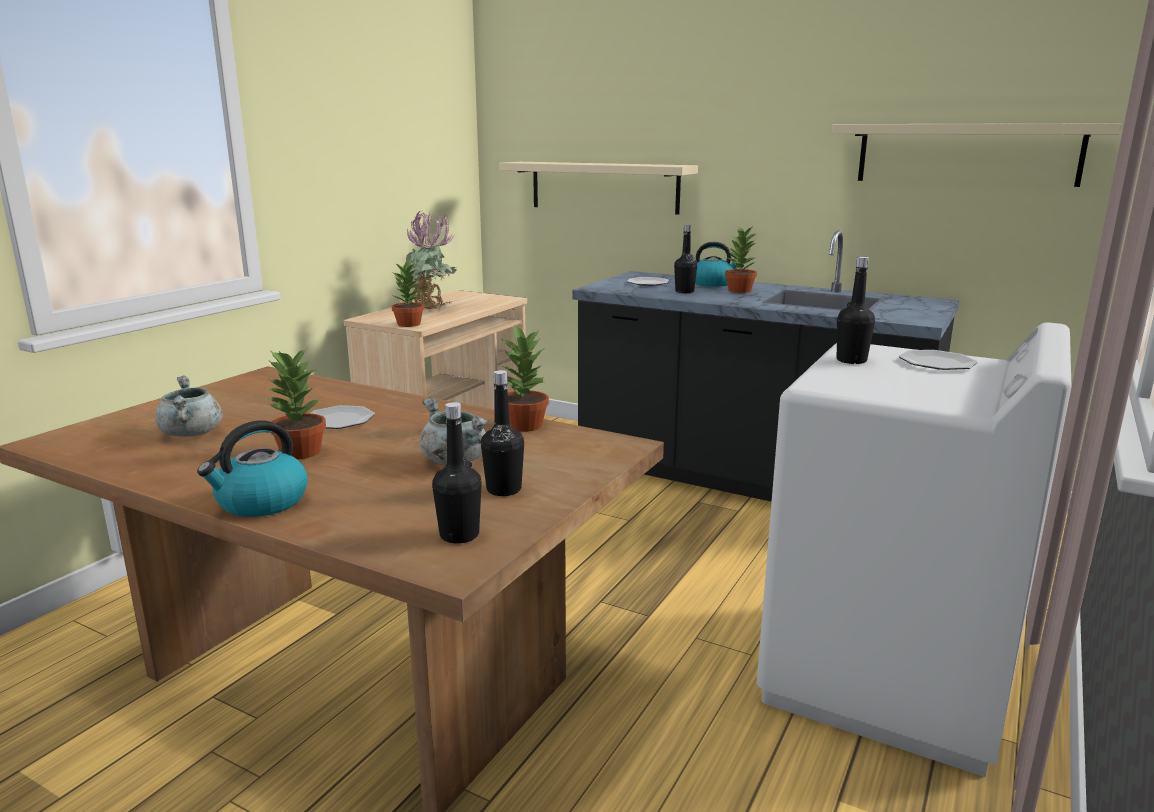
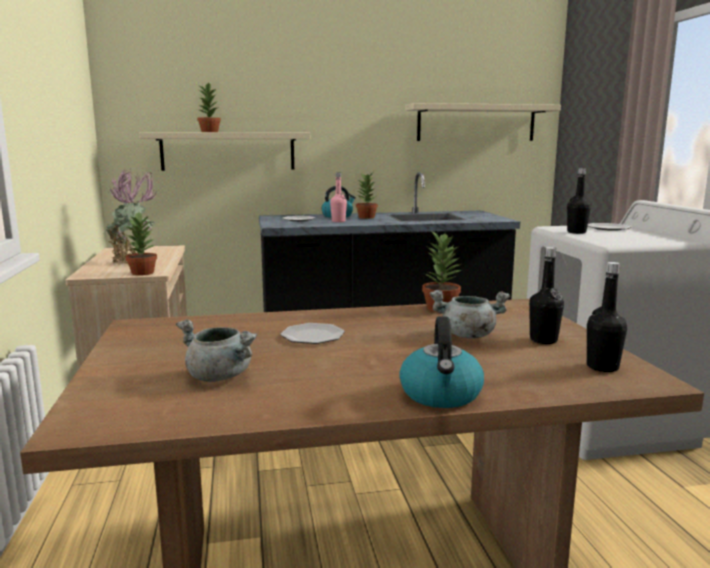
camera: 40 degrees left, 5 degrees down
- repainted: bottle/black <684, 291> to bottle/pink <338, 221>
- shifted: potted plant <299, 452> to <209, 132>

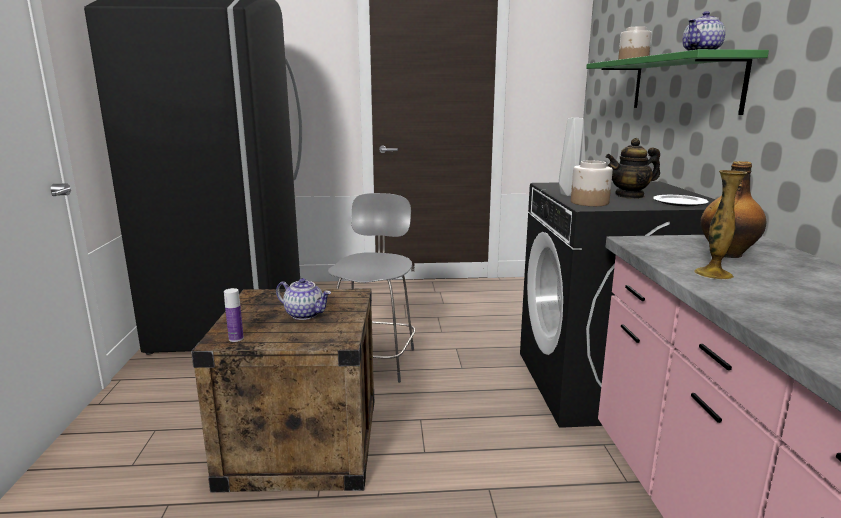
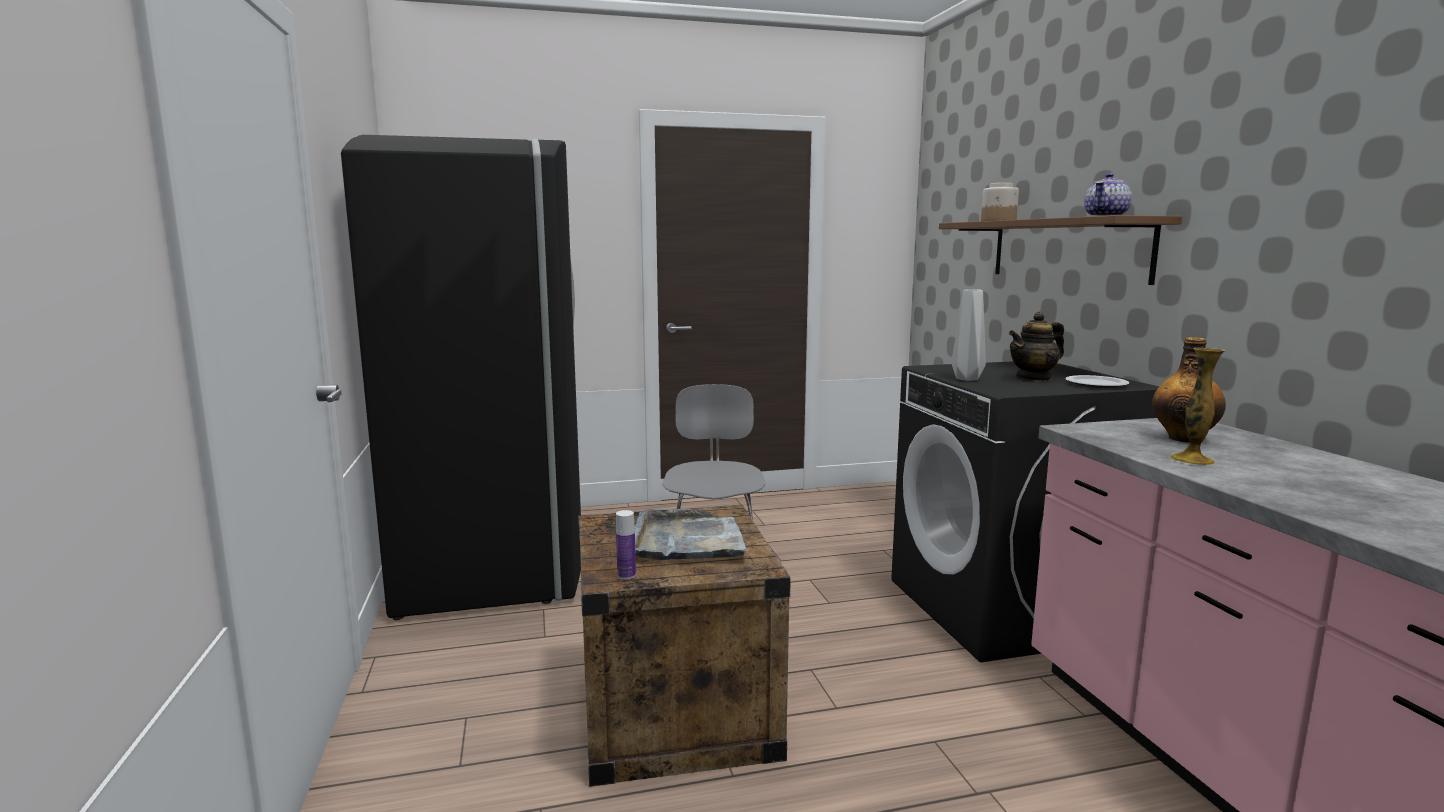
camera: 10 degrees left, 5 degrees down
- repainted: shelf/green <683, 84> to shelf/brown <1066, 249>
- gone: jar <590, 202>
- swapped: teapot <305, 314> to tray/grey <688, 540>

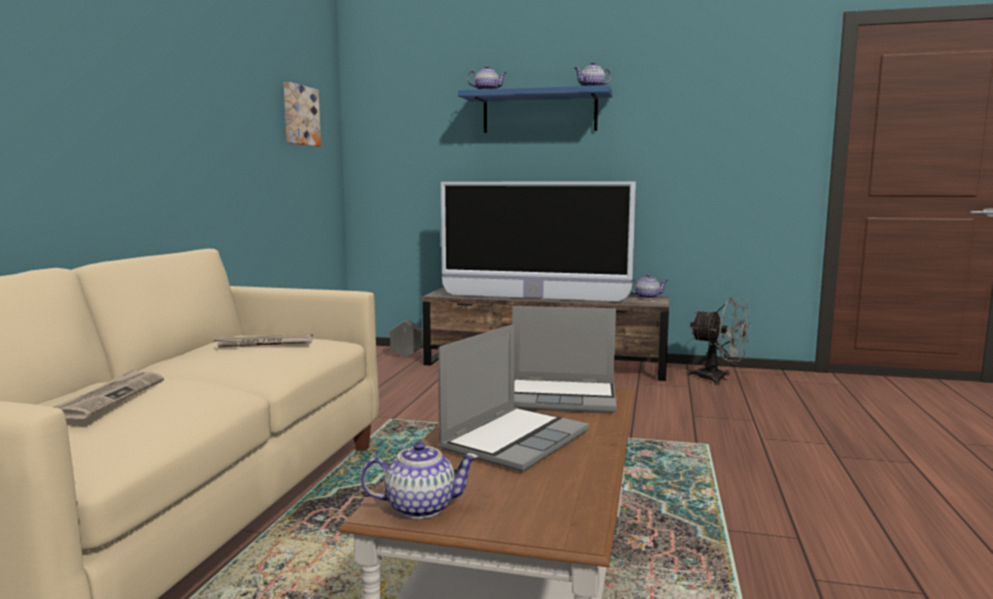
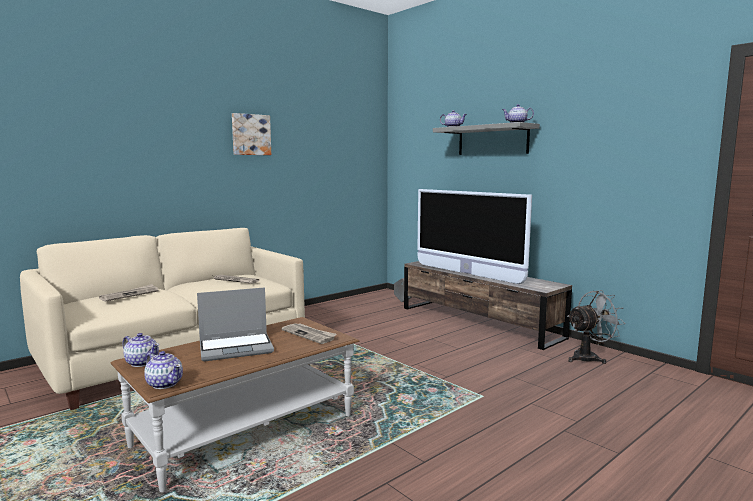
camera: 35 degrees right, 0 degrees up
- shifted: picture <299, 115> to <250, 134>
- repainted: shelf/blue <539, 112> to shelf/grey <492, 140>
- shifted: teapot <647, 297> to <164, 384>
- rotated: fan/grey <719, 379> = <589, 357> 90 degrees counterclockwise
- swapped: laptop <562, 398> to newspaper <309, 334>

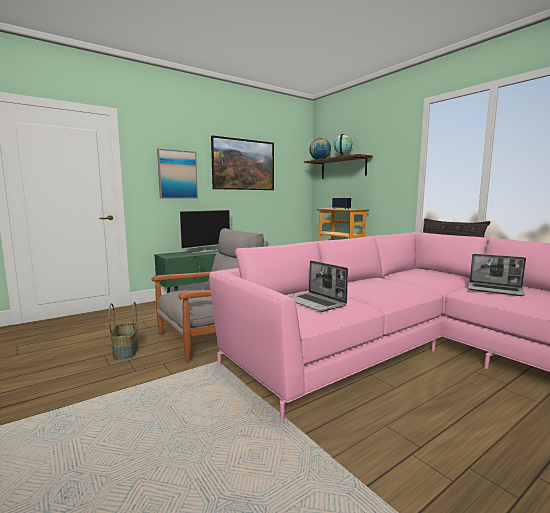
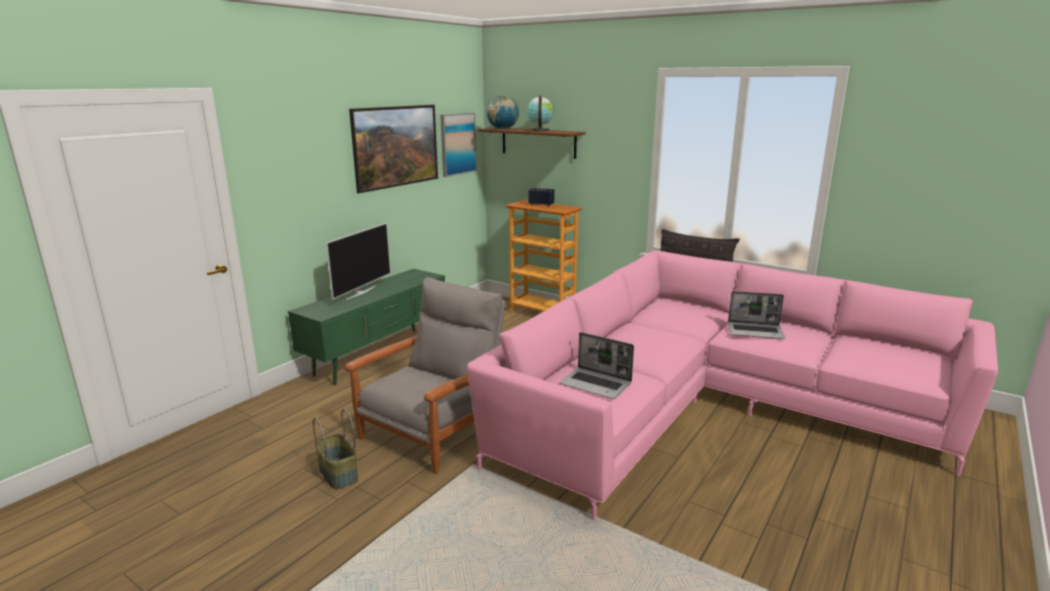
camera: 20 degrees left, 10 degrees up
- shifted: picture <177, 174> to <457, 144>

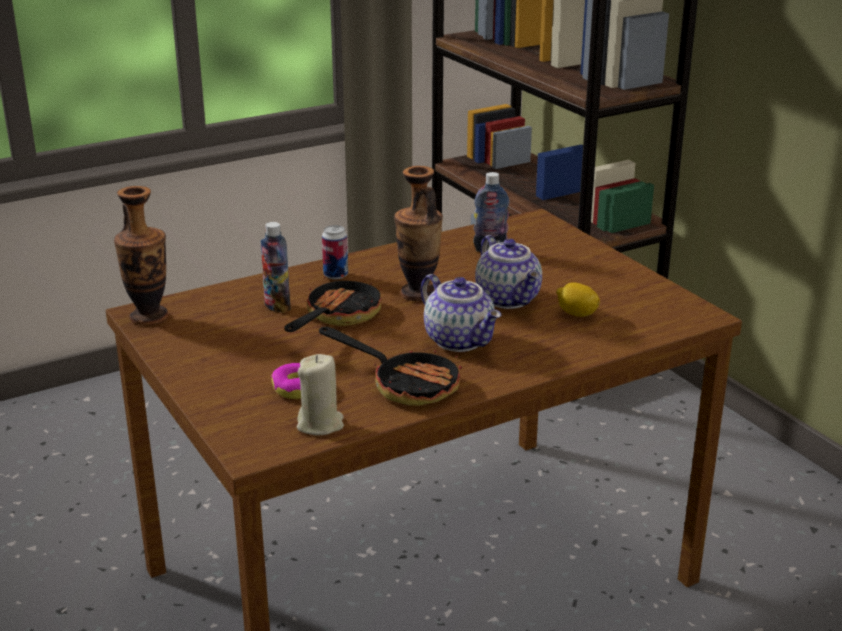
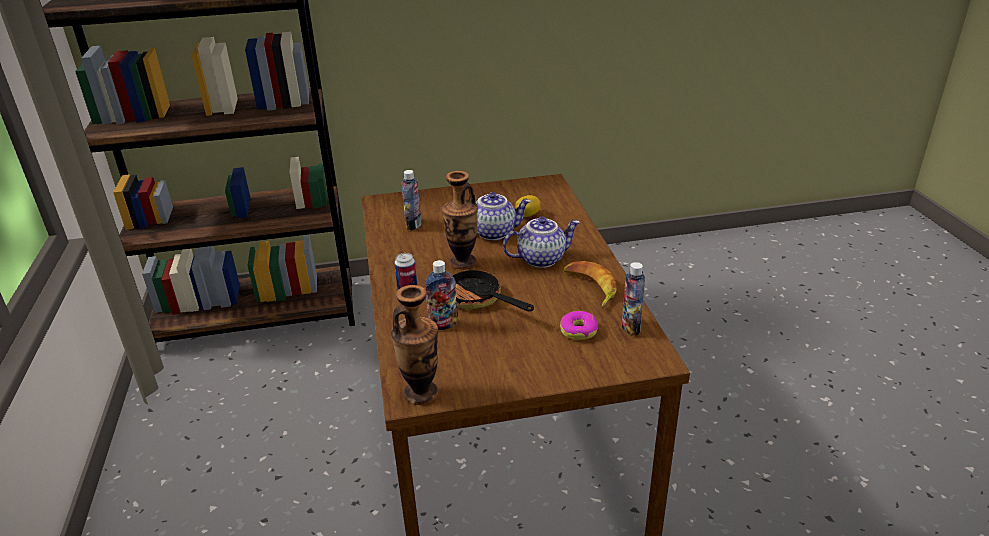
camera: 70 degrees left, 5 degrees up
- swapped: frying pan <405, 384> to banana <590, 288>
- swapped: candle/beige <320, 424> to bottle <631, 327>

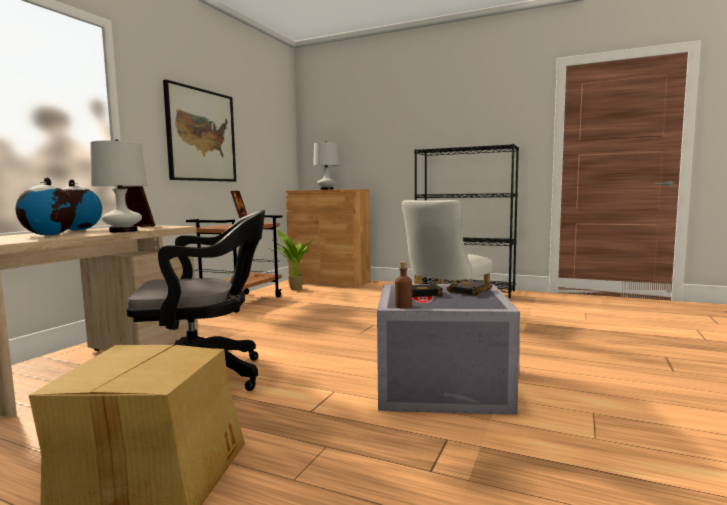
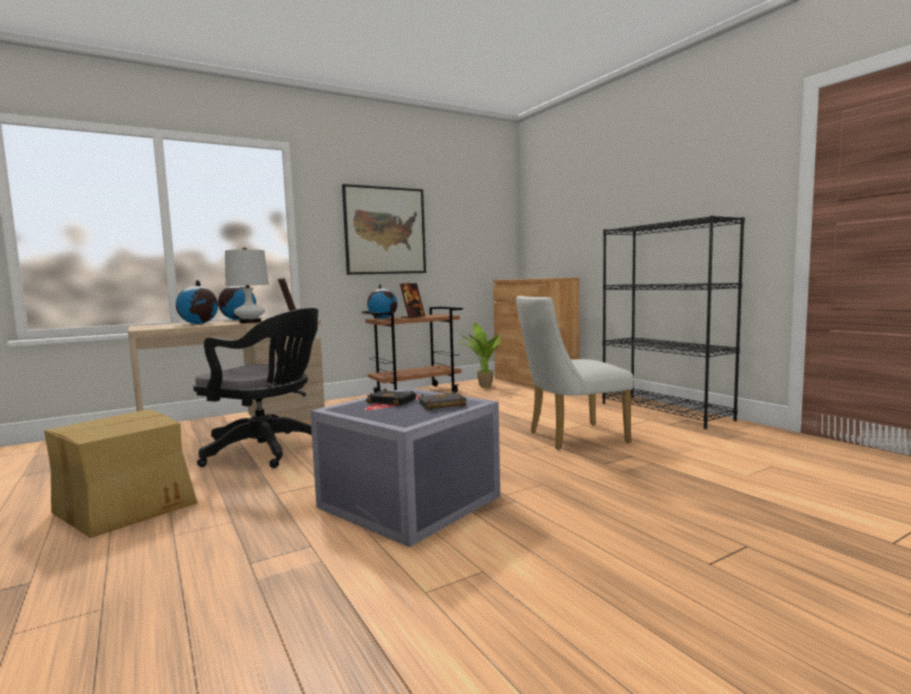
camera: 35 degrees right, 0 degrees up
- gone: table lamp/white <326, 189>
- gone: bottle/brown <403, 306>
- new: globe <383, 318>

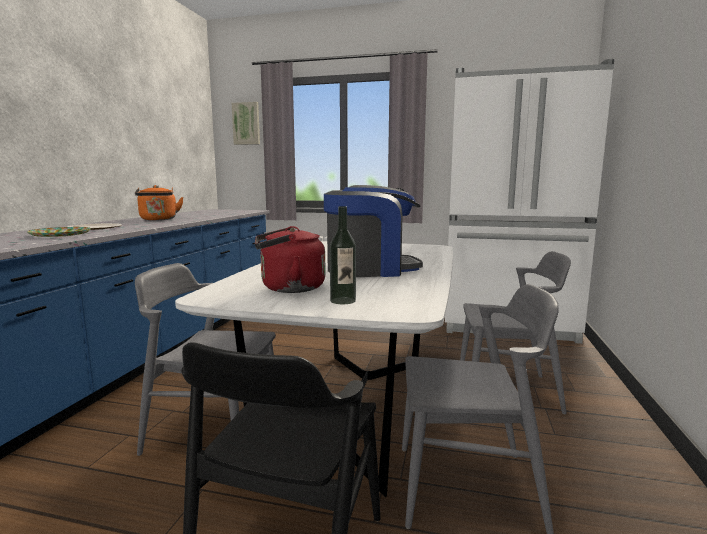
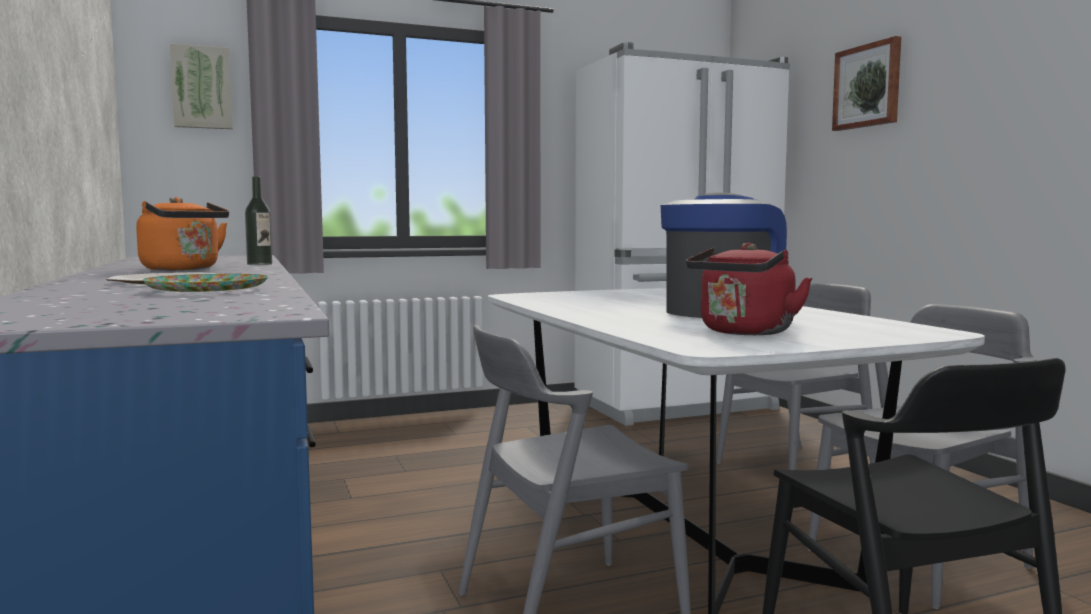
camera: 35 degrees left, 5 degrees down
- shifted: bottle <343, 301> to <259, 264>
- new: picture <867, 86>

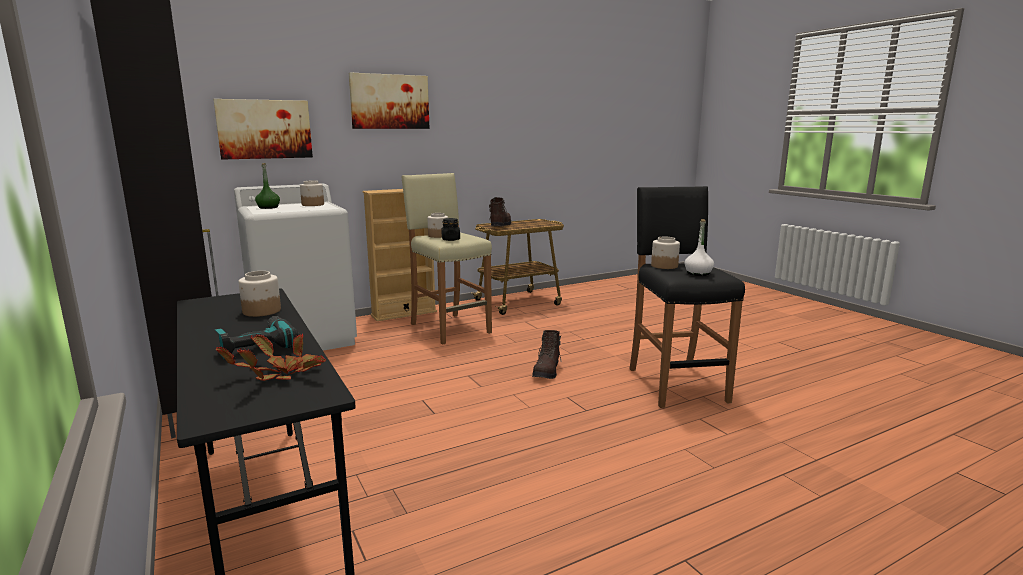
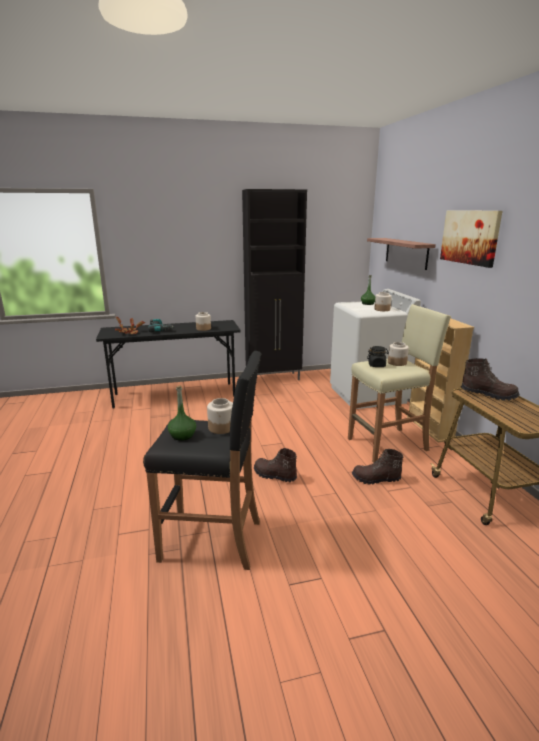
camera: 105 degrees right, 5 degrees up
- swapped: picture <264, 129> to shelf <406, 253>
- repainted: bottle/white <698, 273> to bottle/green <182, 435>
- new: boot/brown <376, 479>

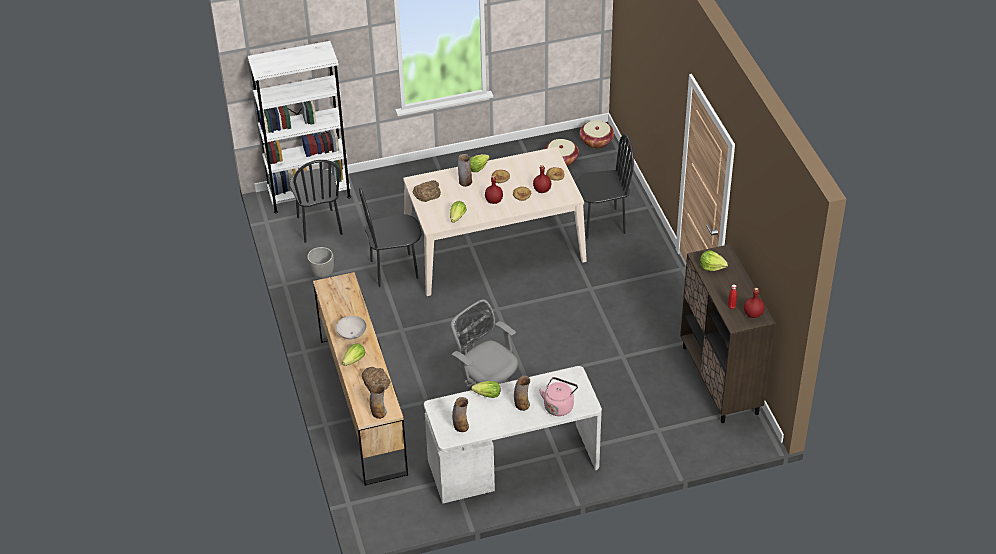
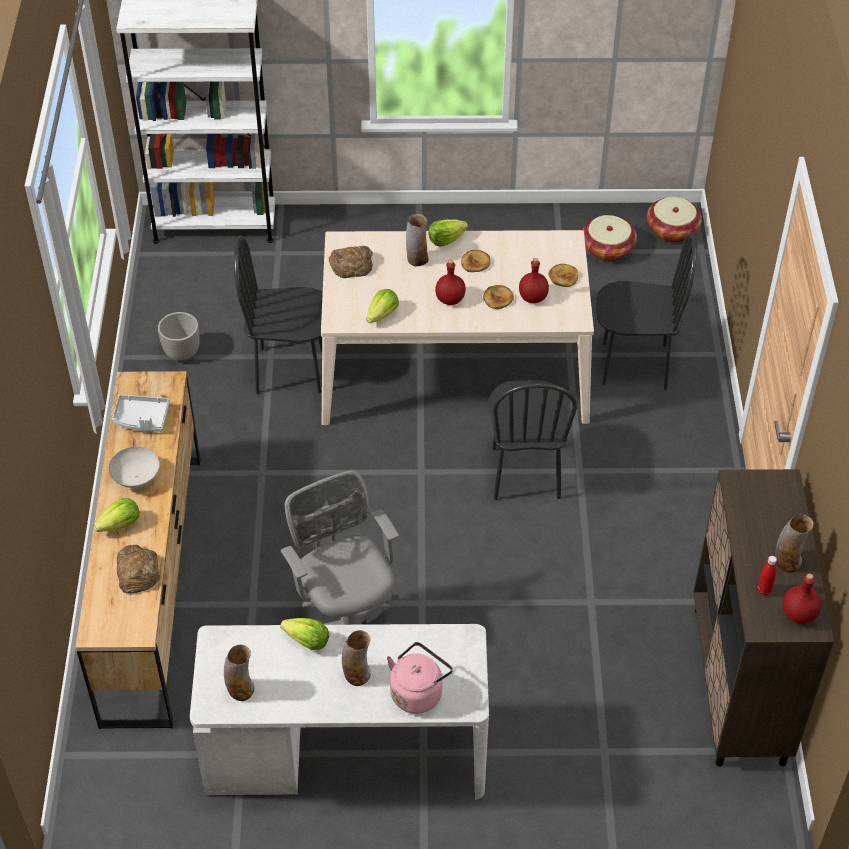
camera: 15 degrees right, 5 degrees up
- shifted: chair/black <319, 226> to <525, 473>
- gone: lettuce <712, 266>
- shifted: vase <379, 413> to <787, 561>
- new: tray/grey <141, 419>

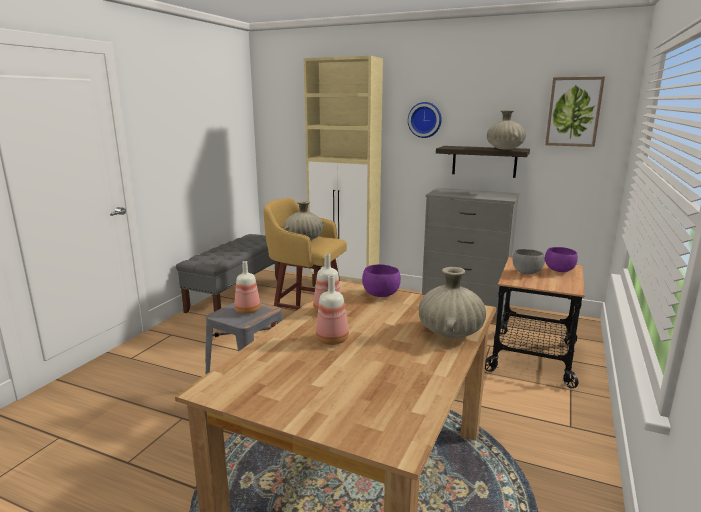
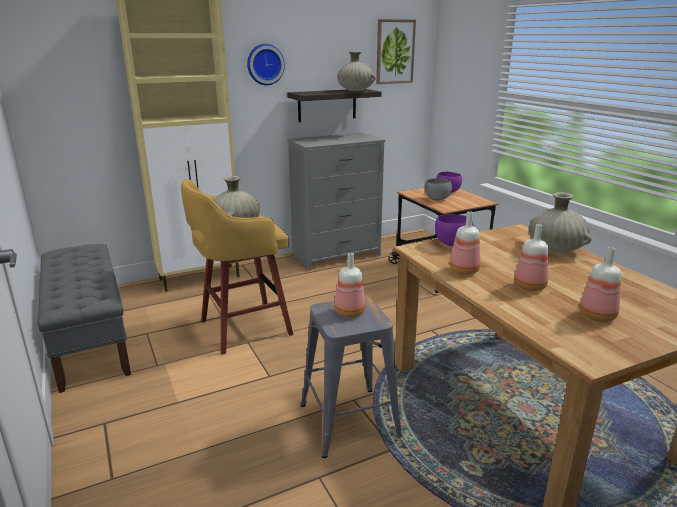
camera: 50 degrees left, 5 degrees up
- new: bottle <598, 316>

